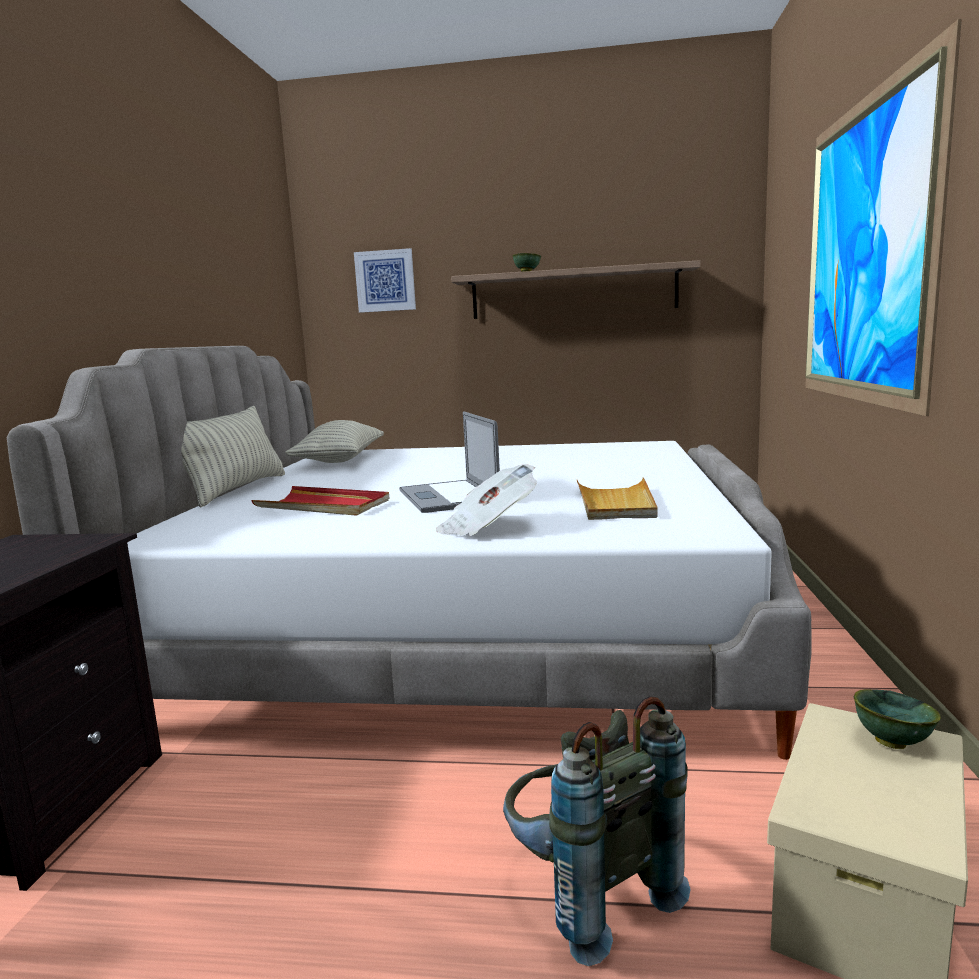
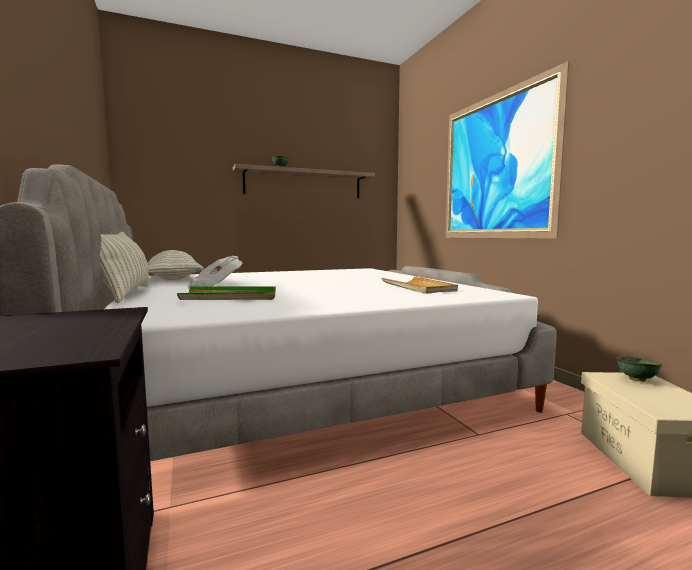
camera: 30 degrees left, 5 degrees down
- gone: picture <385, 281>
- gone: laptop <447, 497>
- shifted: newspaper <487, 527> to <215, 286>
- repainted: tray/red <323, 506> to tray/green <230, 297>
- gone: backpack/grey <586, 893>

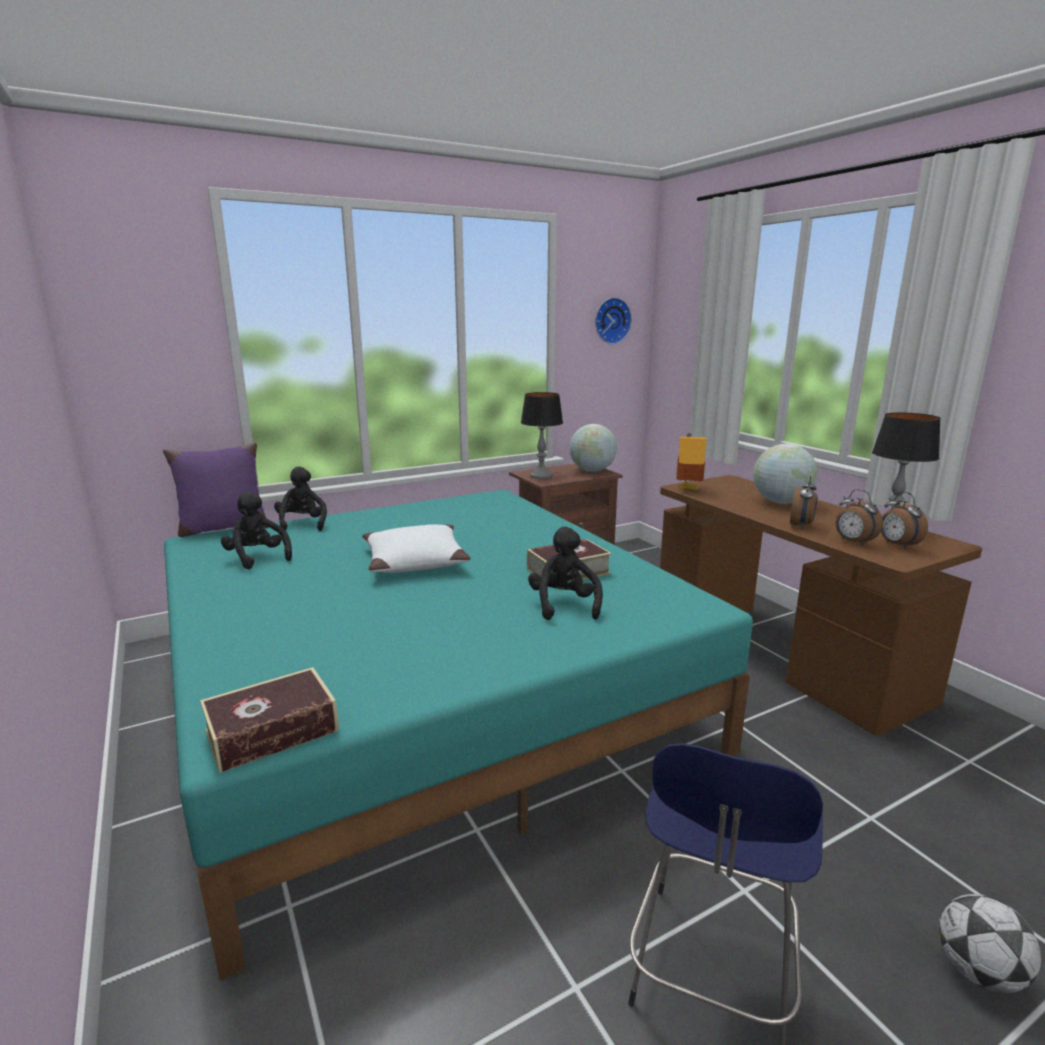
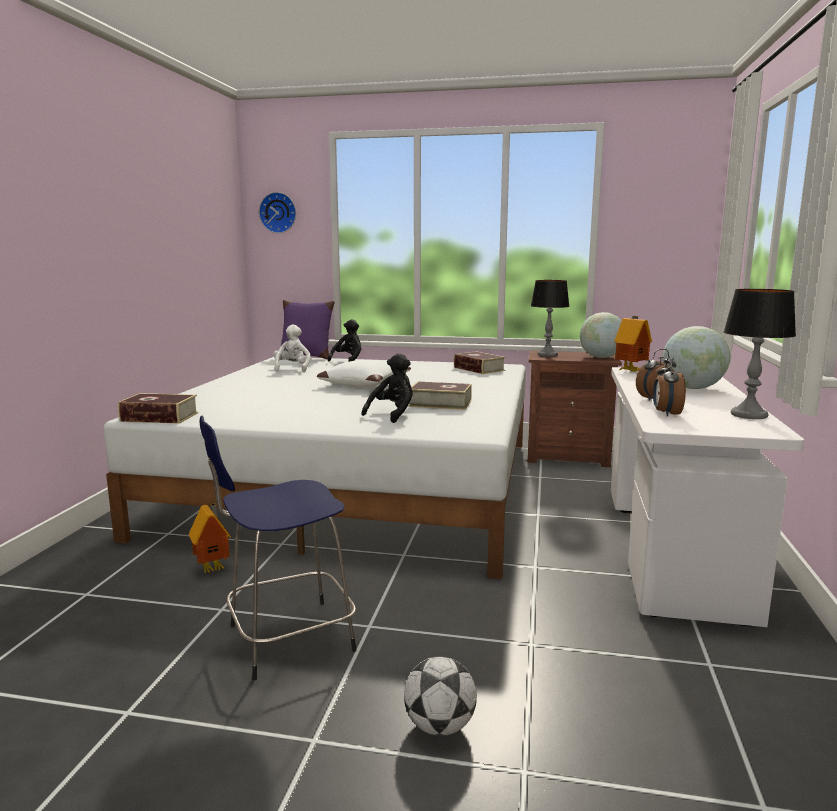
camera: 40 degrees right, 5 degrees down
- shifted: wall clock <611, 321> to <278, 213>
- repainted: desk/brown <778, 651> to desk/white <672, 547>
- repainted: bed/turquoise <425, 692> to bed/white <358, 484>
- gone: alarm clock <897, 545>
- repainted: plush toy/black <257, 558> to plush toy/white <292, 369>
- new: book <479, 369>
- new: toy house <214, 568>

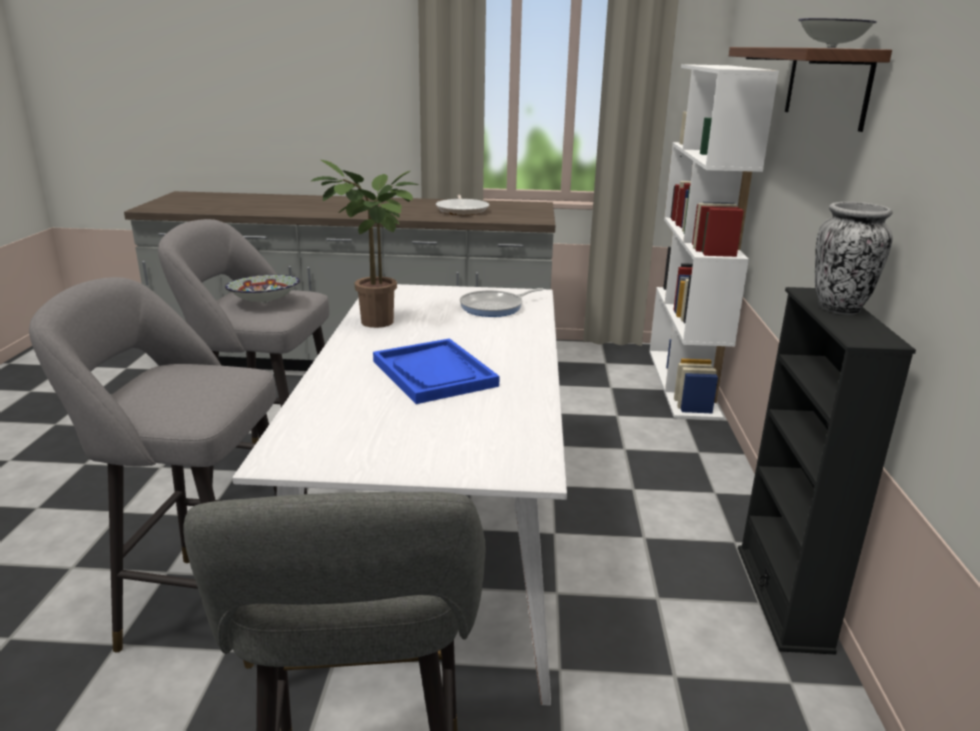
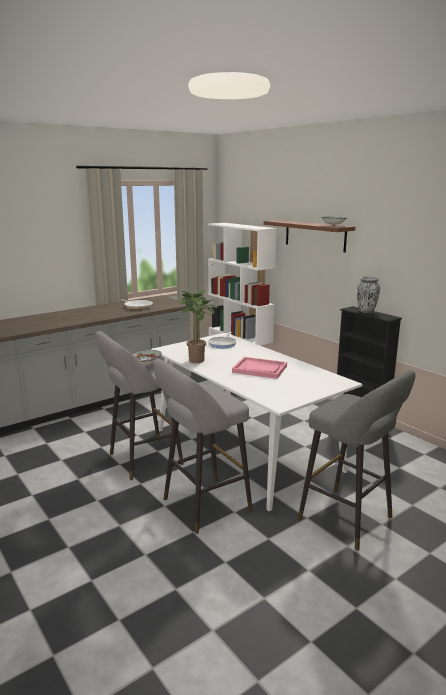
camera: 40 degrees left, 5 degrees down
- repainted: tray/blue <434, 373> to tray/pink <260, 369>

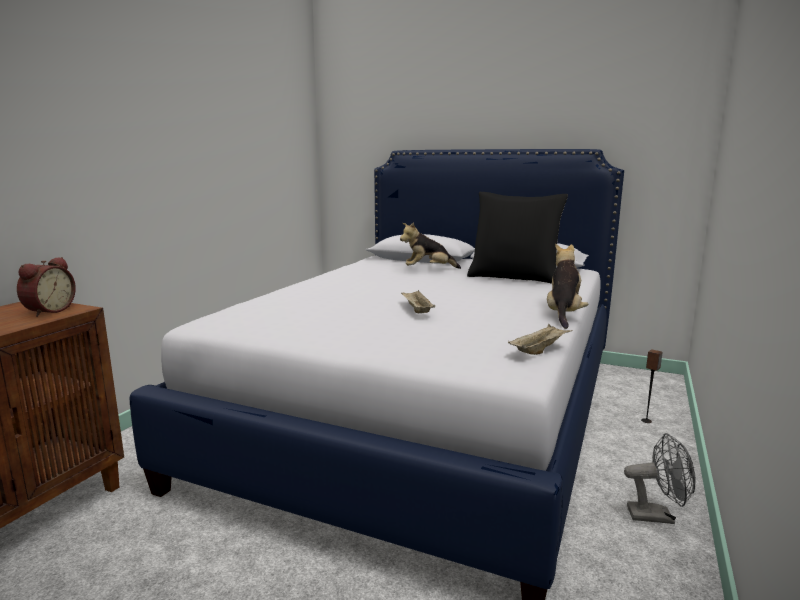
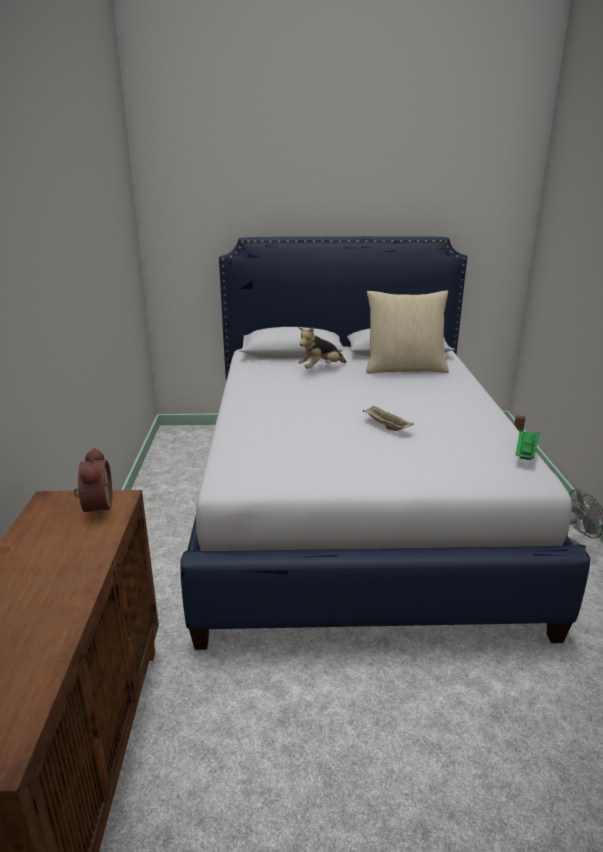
camera: 25 degrees left, 10 degrees up
- repainted: pillow/black <514, 277> to pillow/beige <405, 368>
- gone: plush toy <563, 315>
- repainted: tray/beige <539, 350> to tray/green <525, 453>

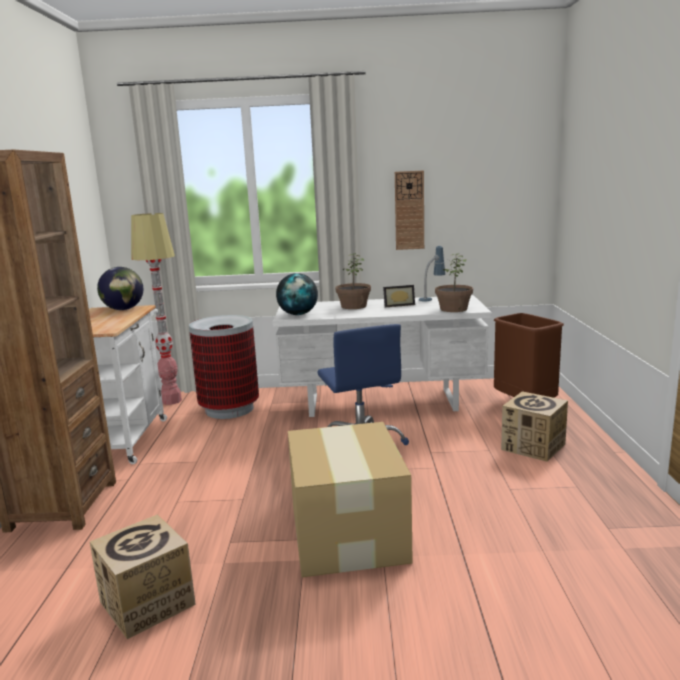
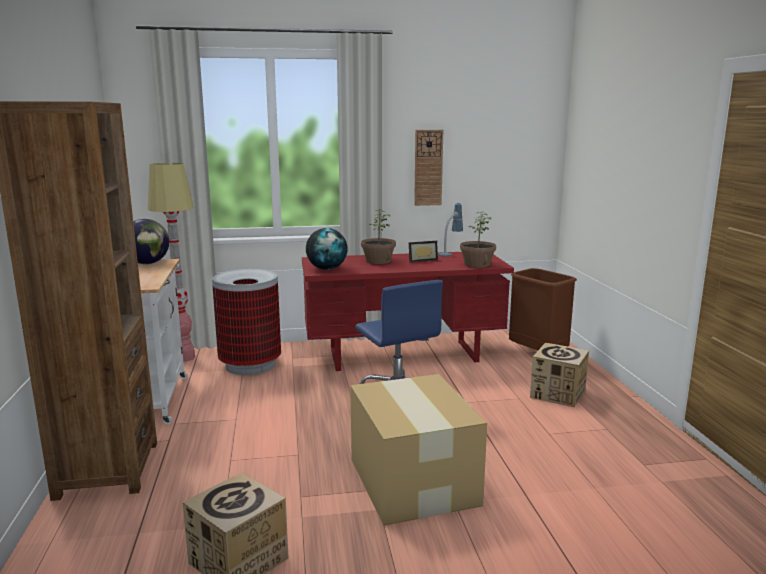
camera: 10 degrees left, 0 degrees up
- repainted: desk/white <382, 402> to desk/red <404, 355>

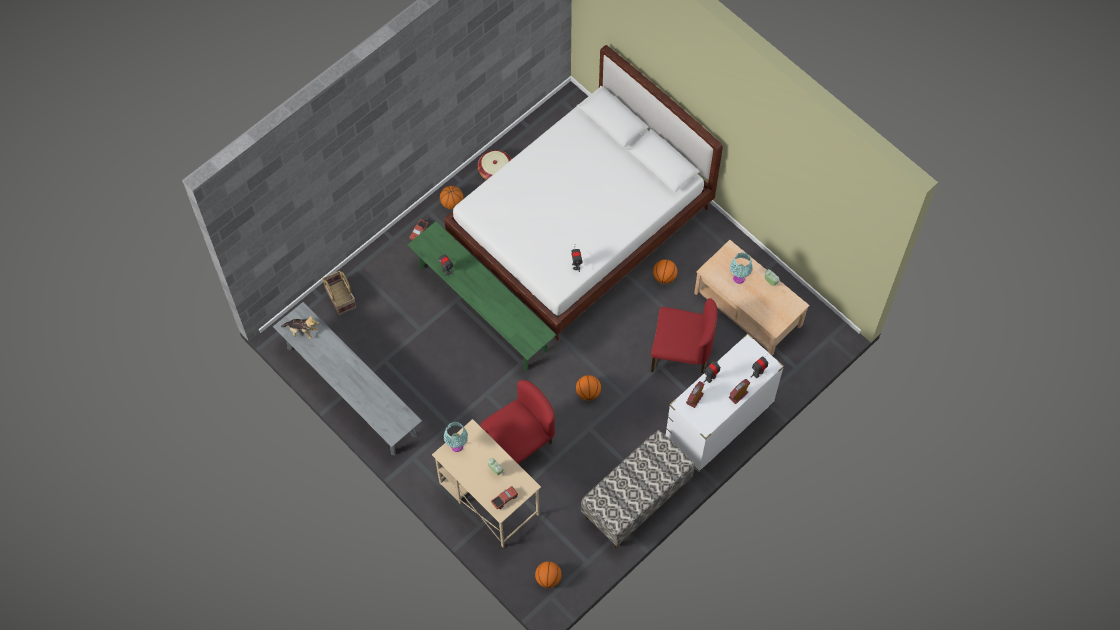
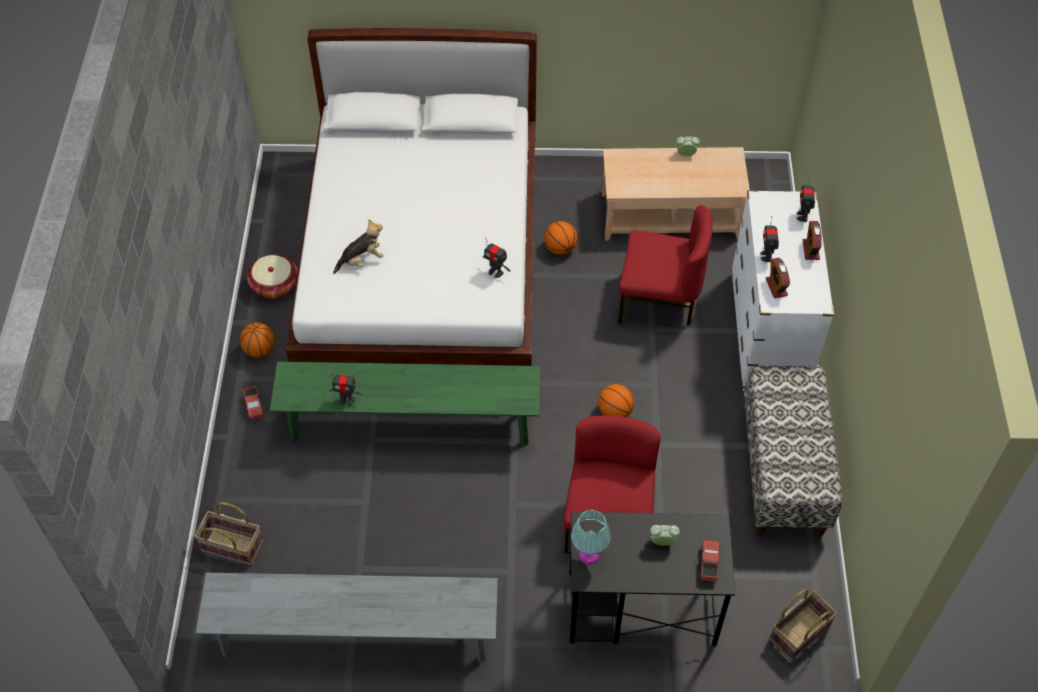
camera: 45 degrees left, 10 degrees down
- gone: table lamp/turquoise <739, 278>
- rotated: chair/red <680, 353> = <658, 302> 45 degrees clockwise
- shifted: plush toy <302, 331> to <362, 260>
- repainted: desk/beige <488, 498> to desk/black <640, 609>
- swapped: basketball <548, 578> to basket <798, 632>

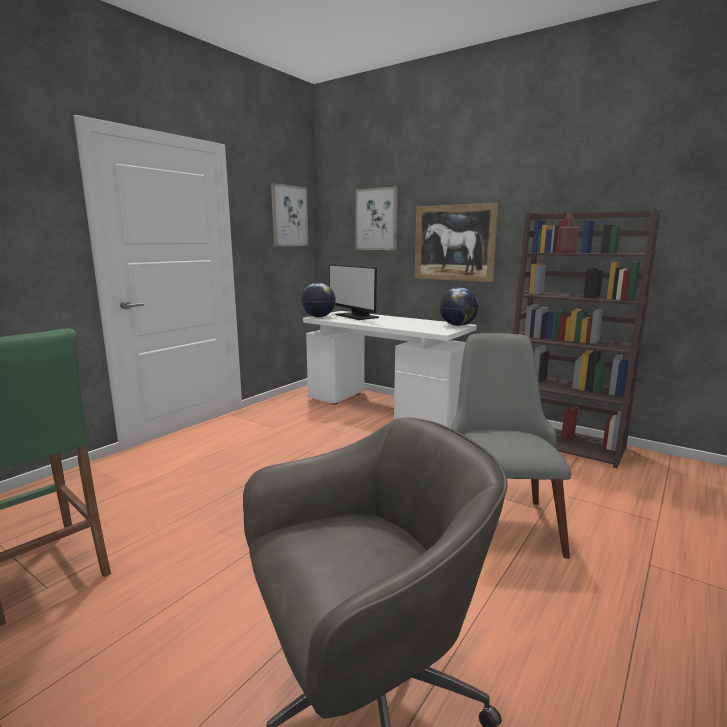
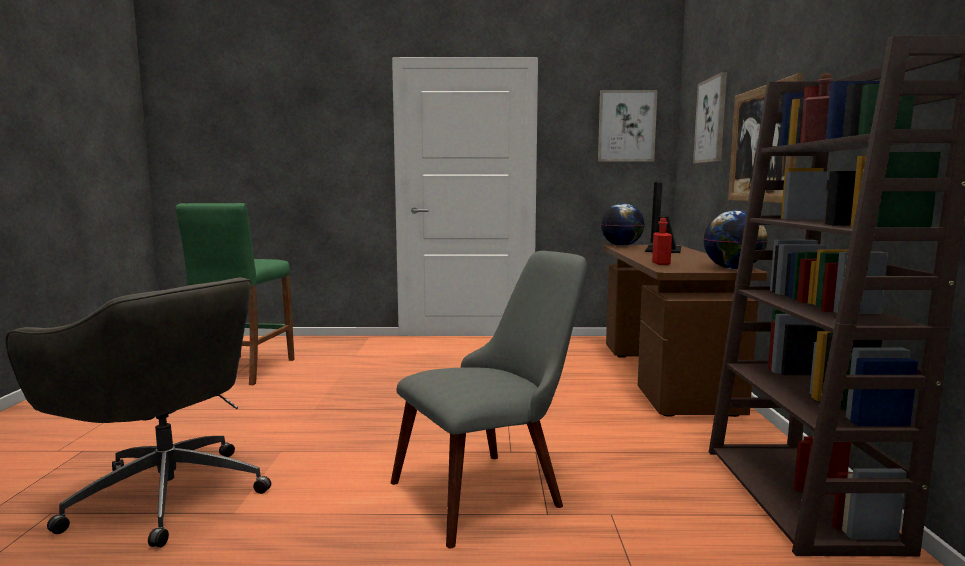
camera: 55 degrees right, 5 degrees down
- repainted: desk/white <385, 407> to desk/brown <664, 375>
- new: bottle/red <661, 263>

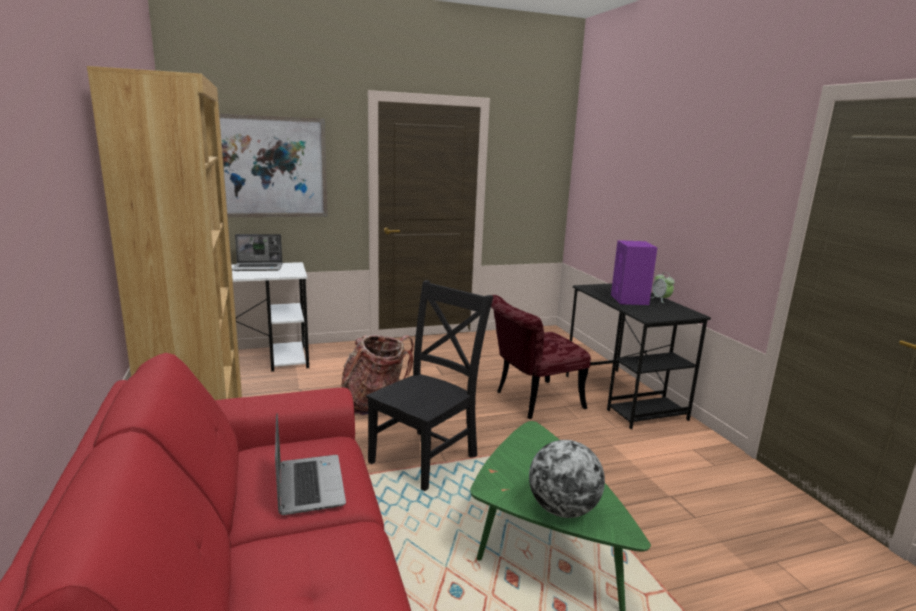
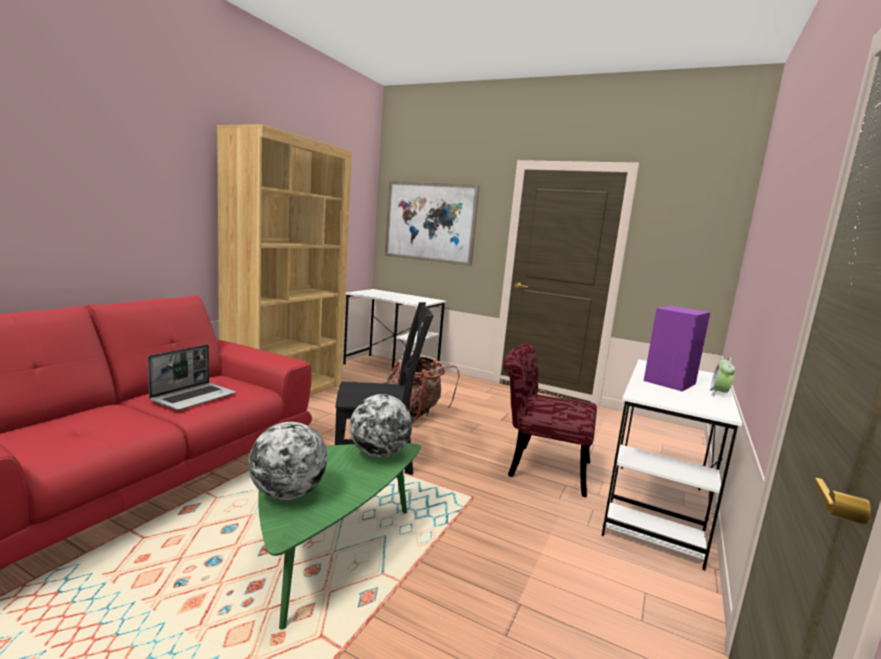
camera: 45 degrees right, 5 degrees down
- gone: laptop <258, 268>
- repainted: desk/black <623, 397> to desk/white <656, 510>
- new: globe <379, 454>

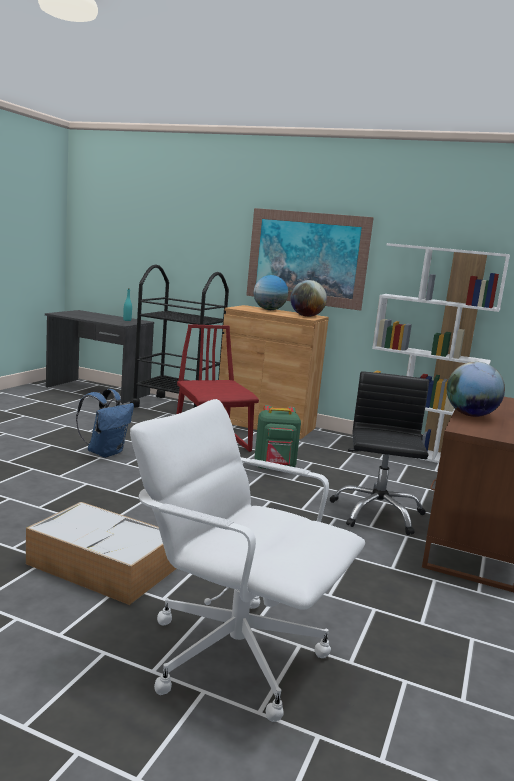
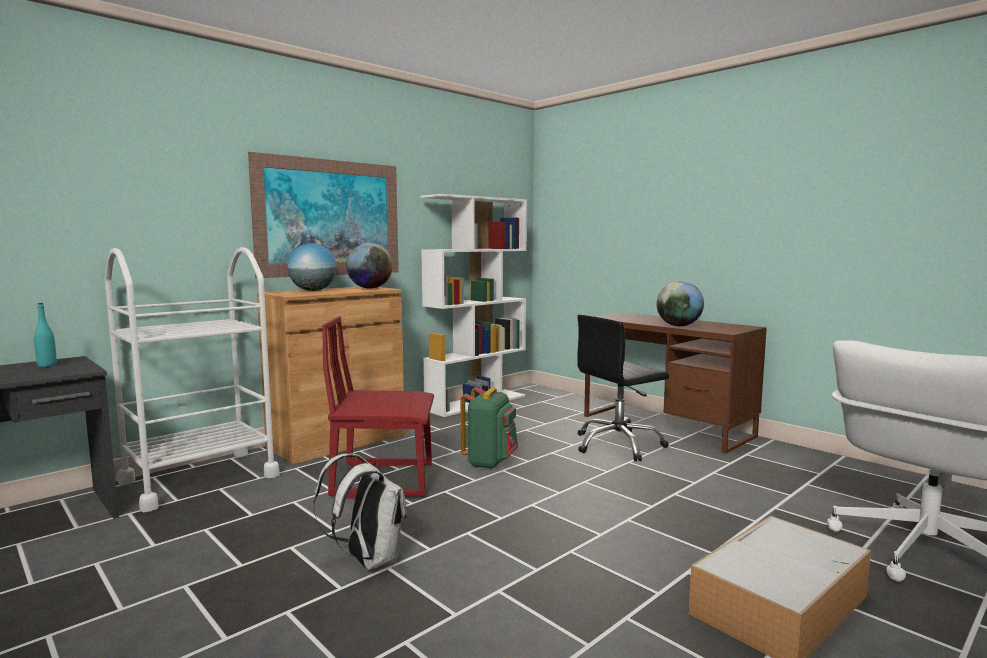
camera: 65 degrees left, 5 degrees down
- repainted: cart/black <176, 407> to cart/white <200, 479>
- rotated: office chair/black <376, 513> = <618, 445> 60 degrees counterclockwise
- repainted: backpack/blue <105, 452> to backpack/white <368, 560>

